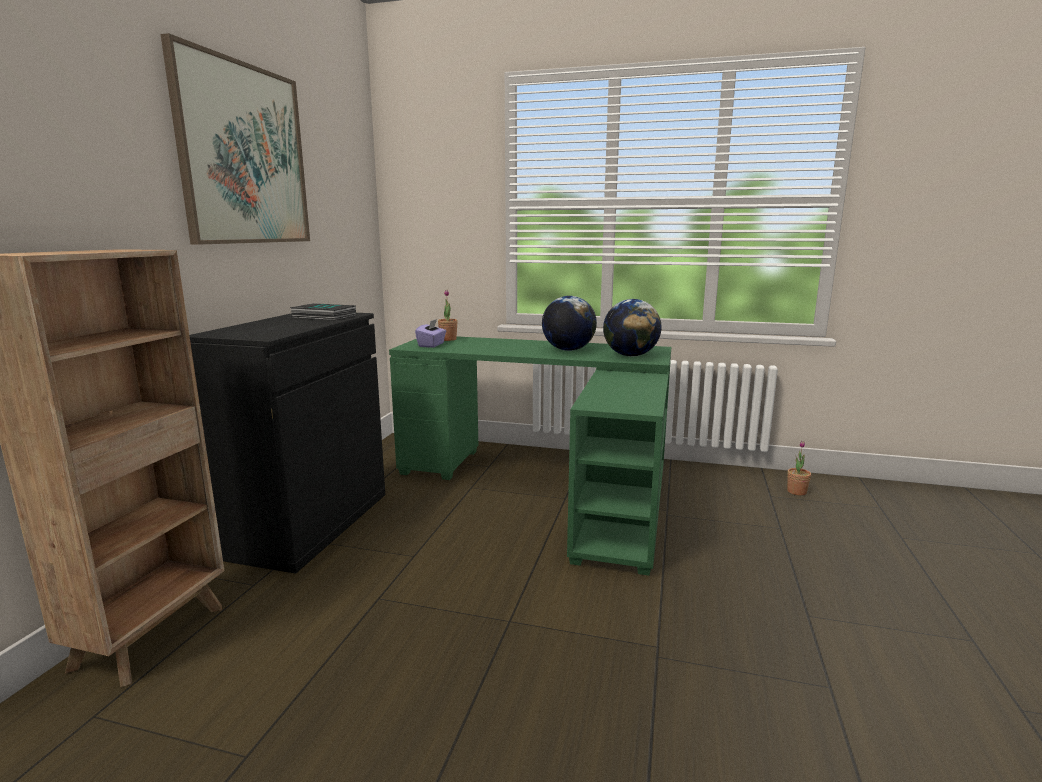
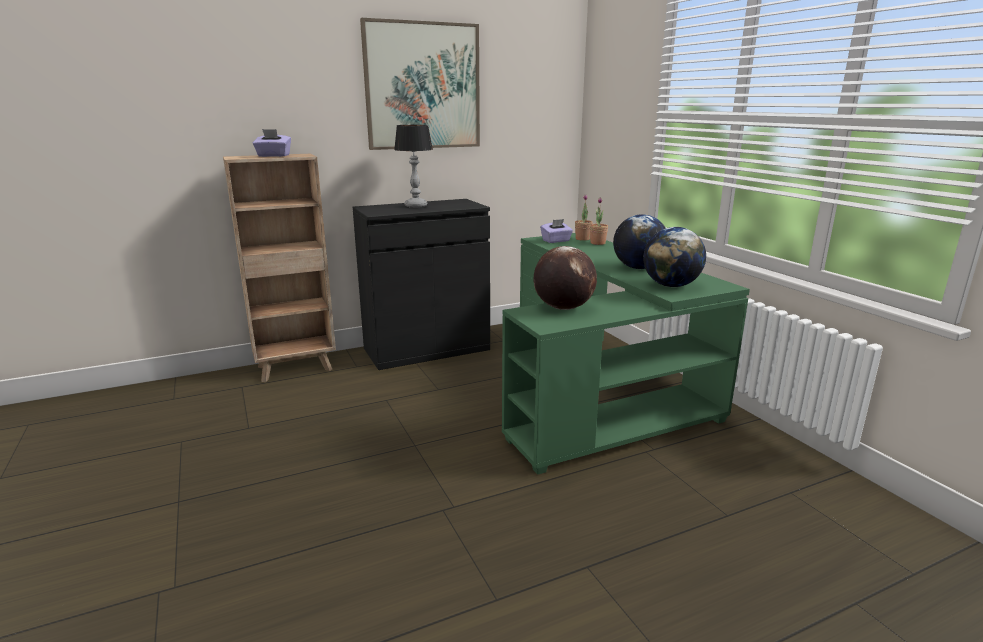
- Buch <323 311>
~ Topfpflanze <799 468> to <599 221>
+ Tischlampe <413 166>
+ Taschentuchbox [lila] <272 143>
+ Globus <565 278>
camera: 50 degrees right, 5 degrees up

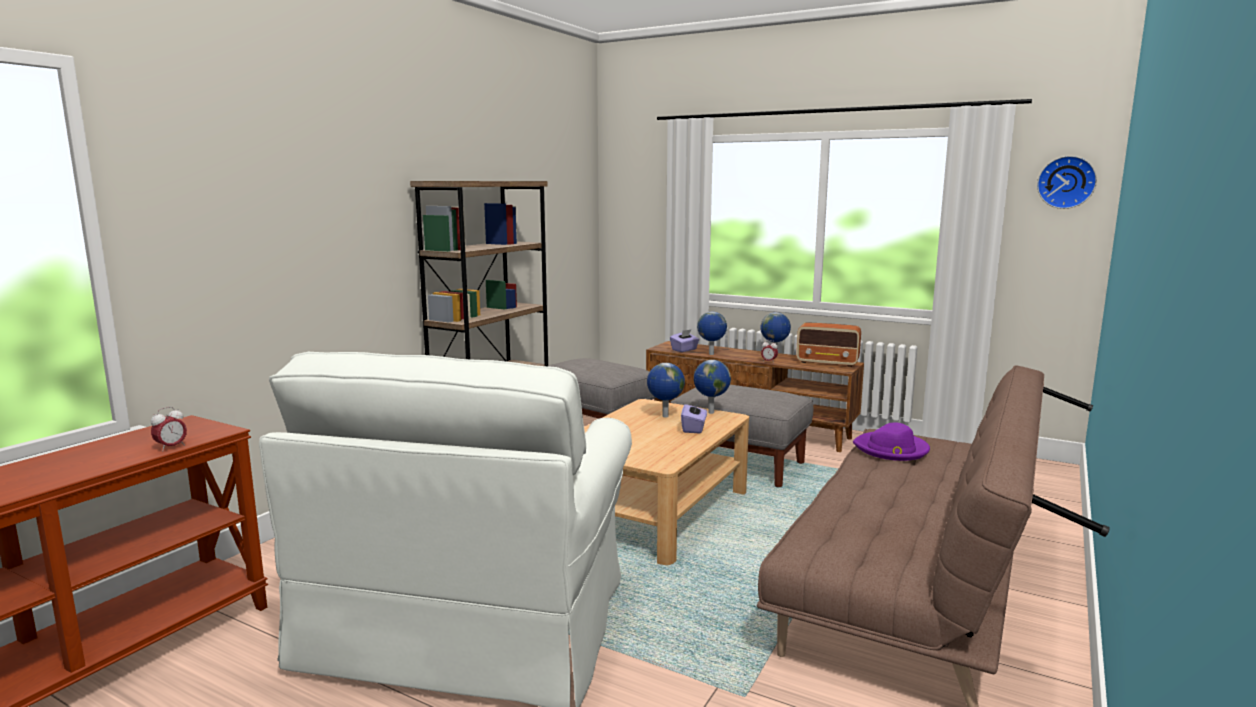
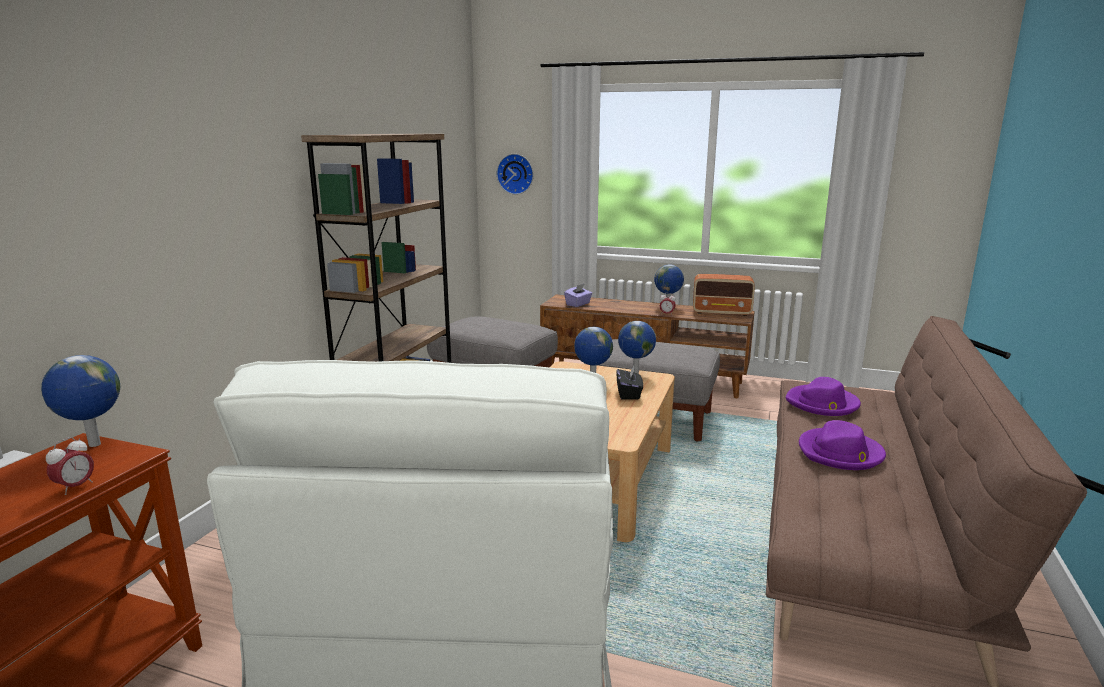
~ Wanduhr <1067 182> to <515 174>
~ Globus <712 333> to <80 401>
~ Taschentuchbox [lila] <694 417> to Taschentuchbox [schwarz] <629 382>
+ Hut [lila] <842 445>
camera: 10 degrees left, 5 degrees up

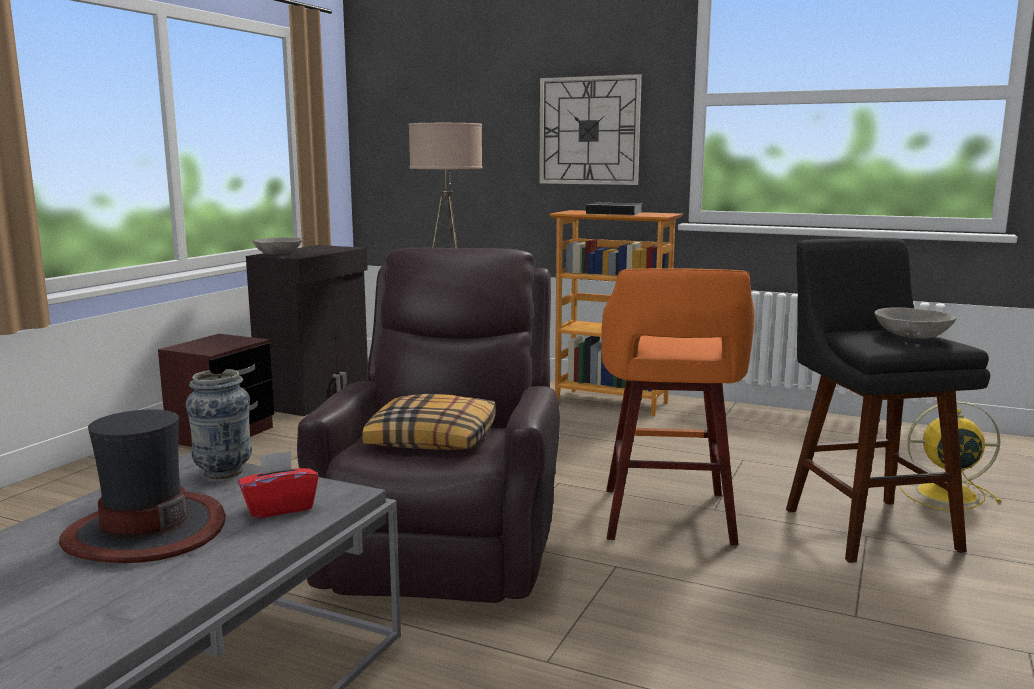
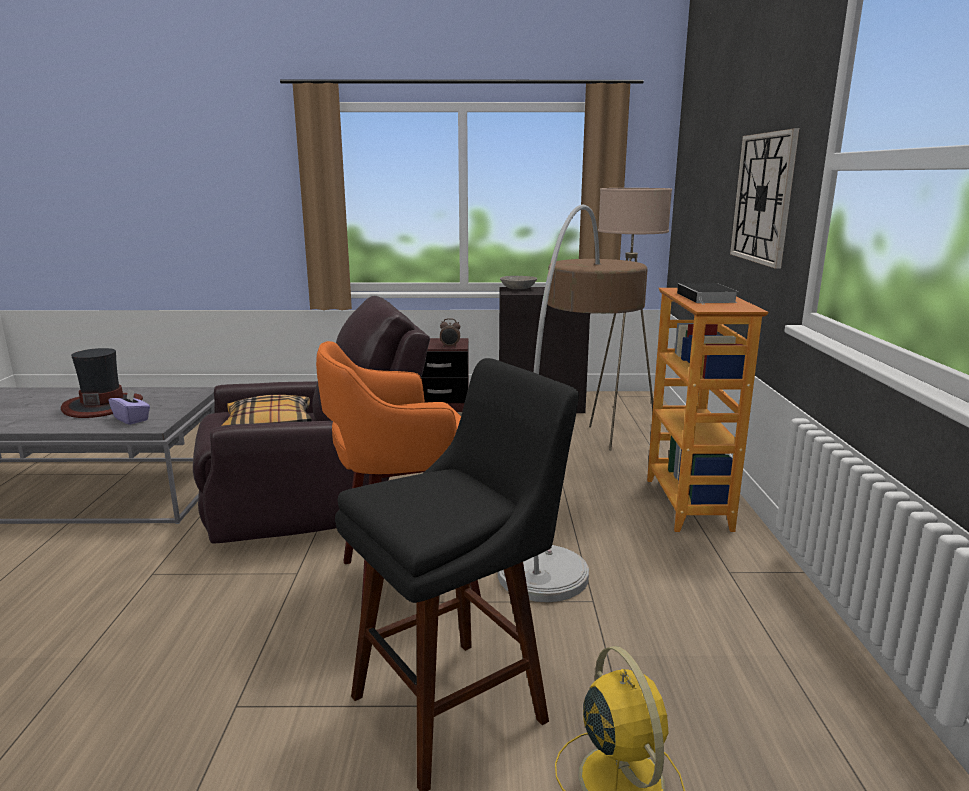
- Schüssel [grau] <915 323>
- Vase <218 424>
~ Taschentuchbox [rot] <278 485> to Taschentuchbox [lila] <129 406>
+ Stehlampe <573 403>
+ Wecker <450 332>
camera: 65 degrees right, 5 degrees up

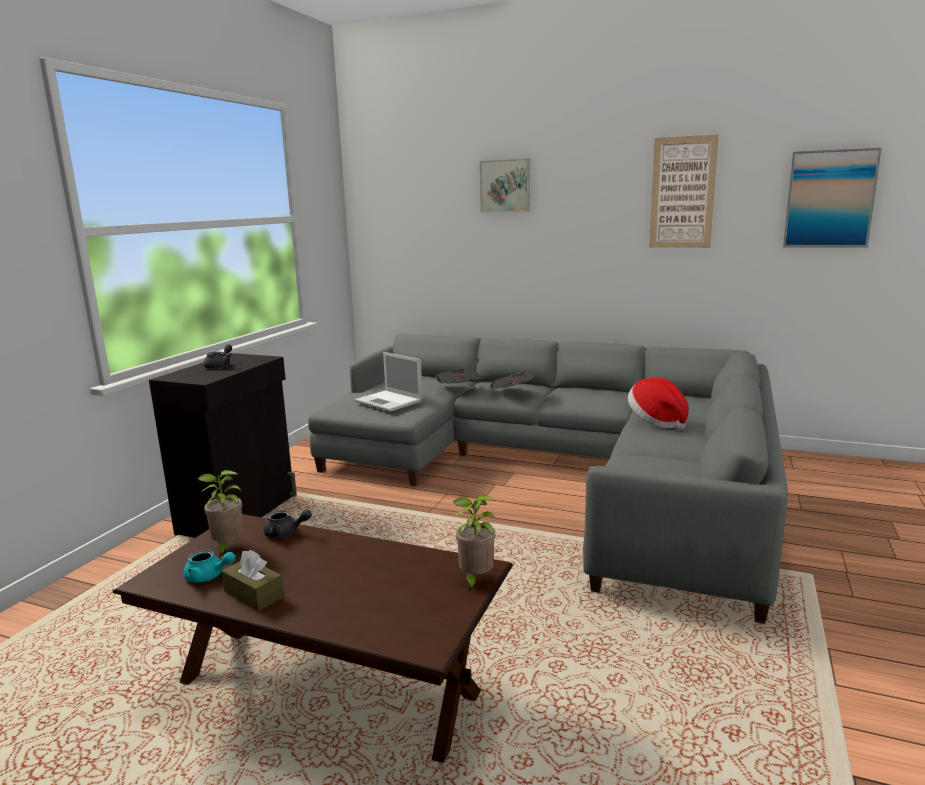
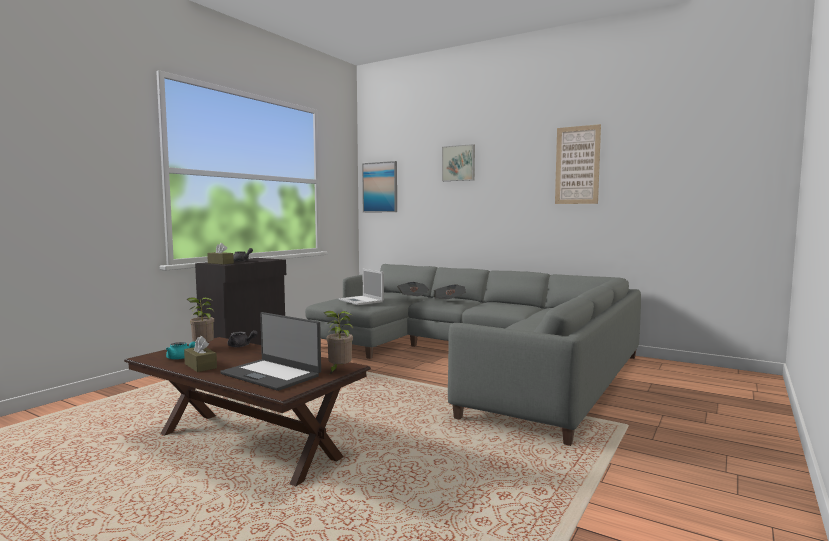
~ Bild <832 197> to <379 186>
- Hut <658 403>
+ Taschentuchbox [braun] <220 253>
+ Laptop <270 351>
camera: 10 degrees right, 10 degrees down

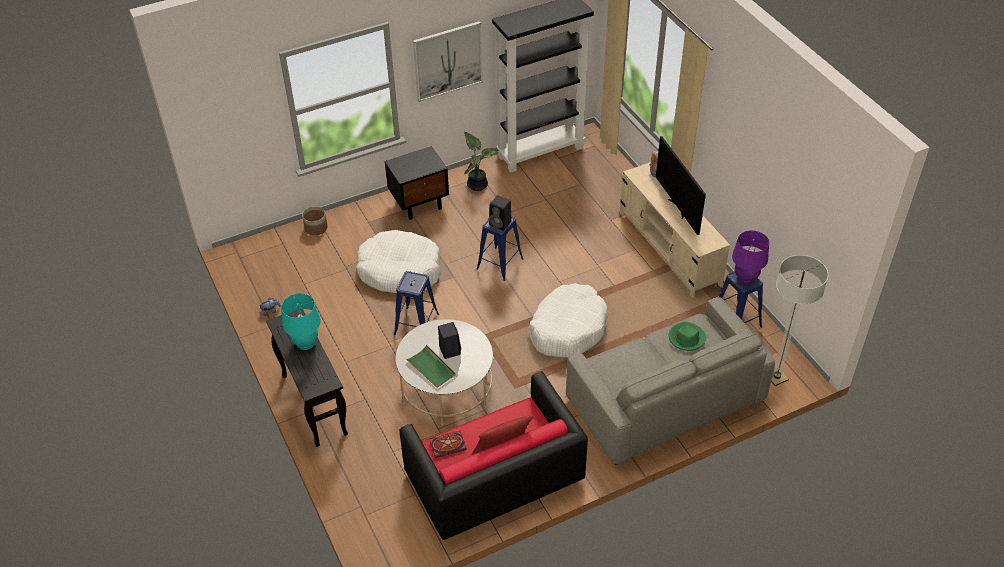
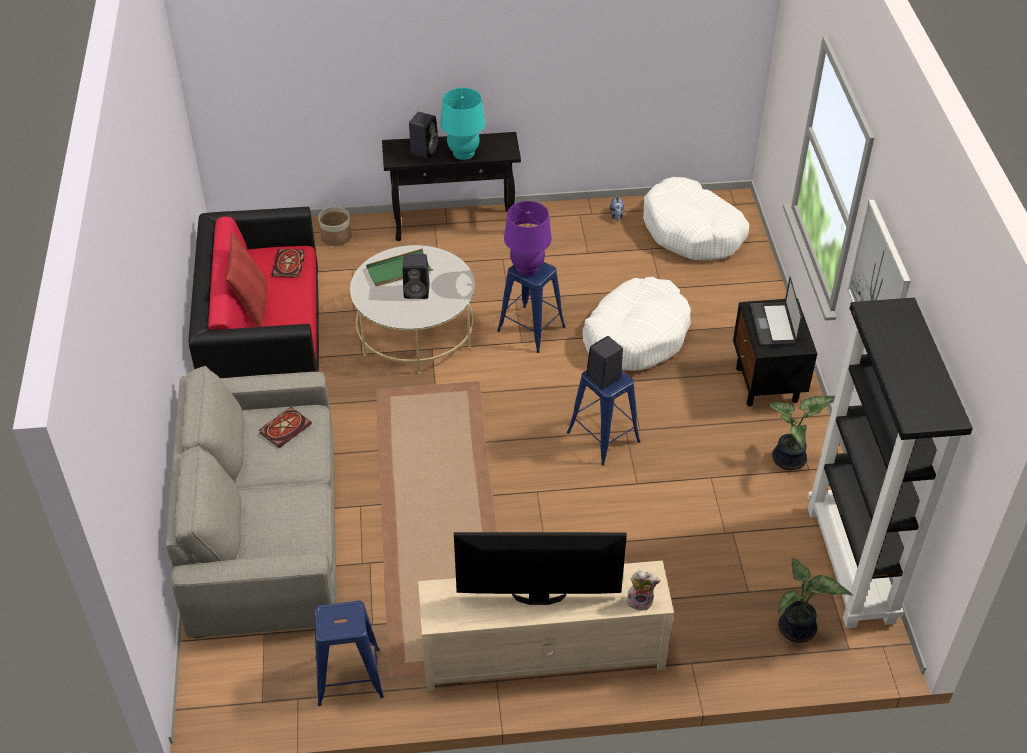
~ Pflanzkübel <315 220> to <335 226>
~ Tischlampe [lila] <750 257> to <528 238>
- Stehlampe <799 320>
~ Hundebett [weiß] <568 320> to <696 218>
- Hut [grün] <687 336>
+ Lautsprecher [schwarz] <424 135>
+ Laptop <776 311>
+ Buch <285 427>
+ Topfpflanze <815 600>
camera: 110 degrees right, 0 degrees up

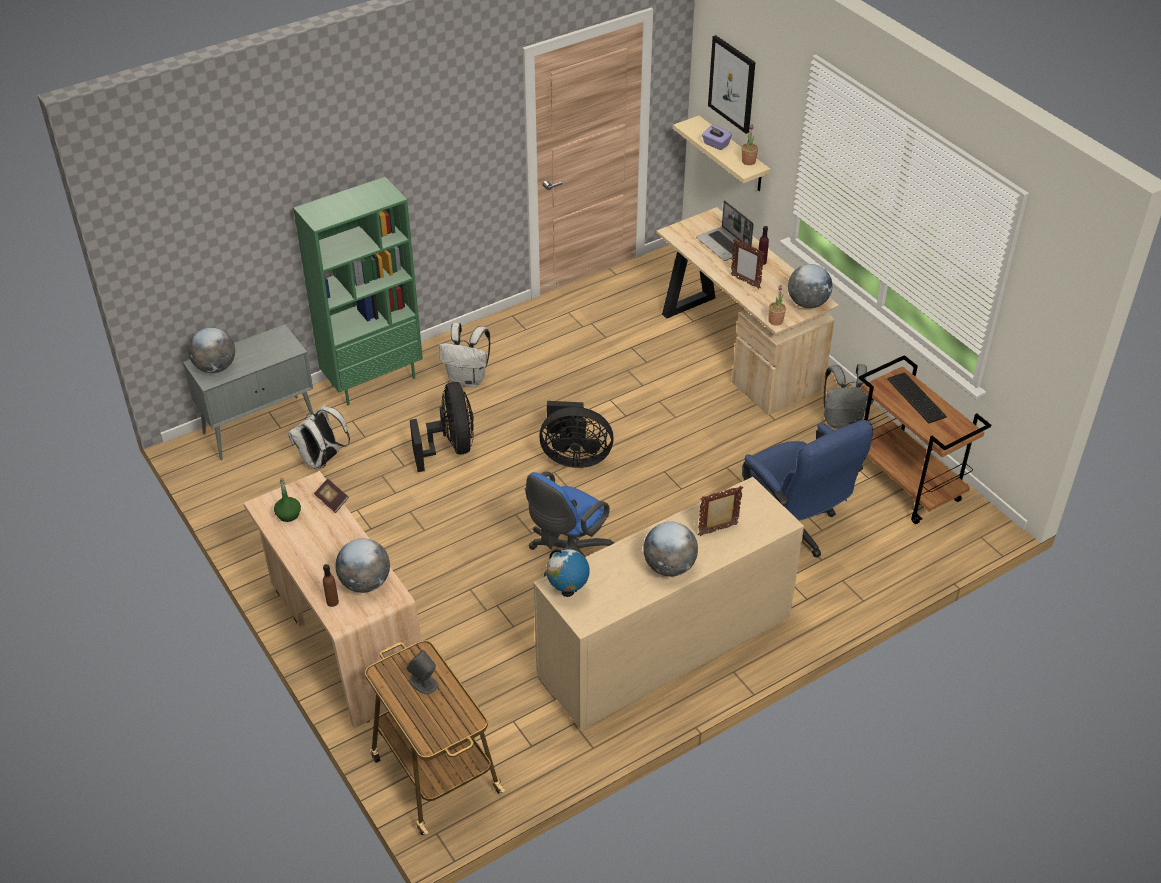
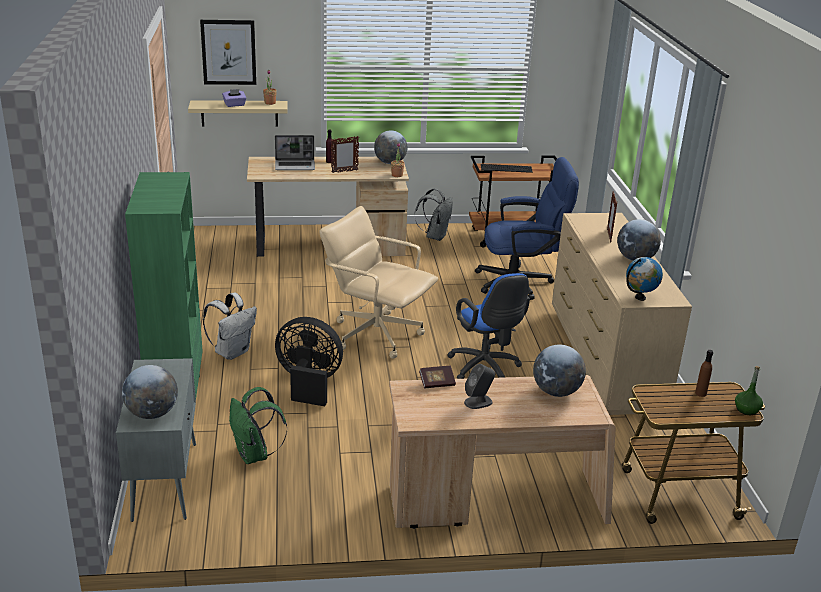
~ Ventilator [schwarz] <576 434> to Bürostuhl [beige] <378 282>
~ Rucksack [weiß] <319 436> to Rucksack [grün] <258 425>
~ Flasche [grün] <287 500> to <749 390>
~ Flasche [braun] <331 585> to <704 373>
~ Lautsprecher [grau] <422 672> to <479 386>
camera: 65 degrees left, 15 degrees down

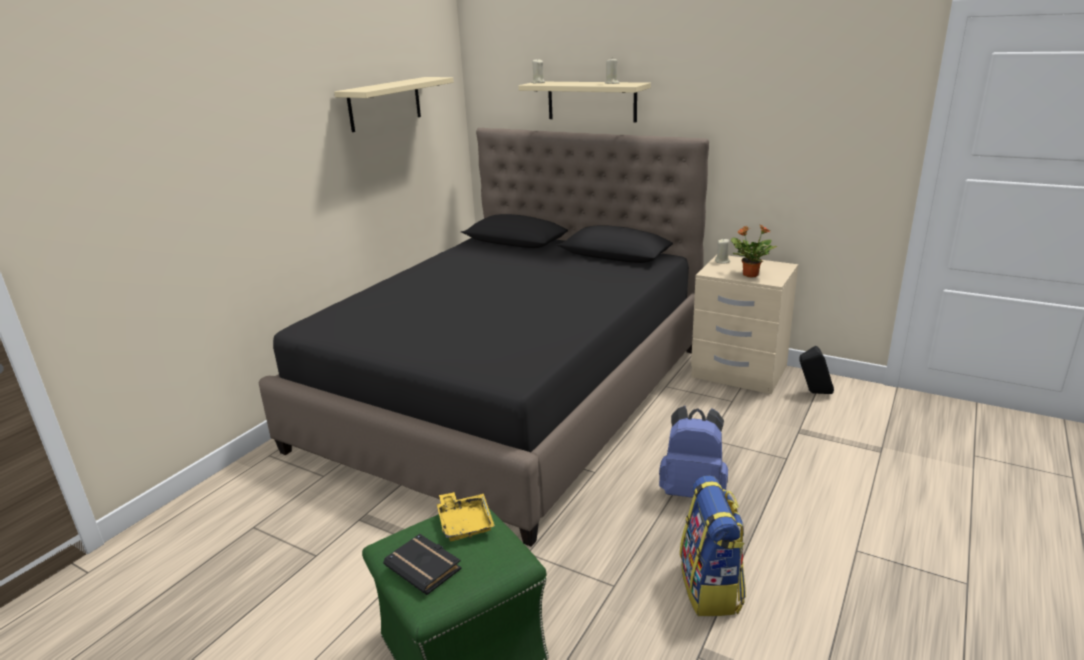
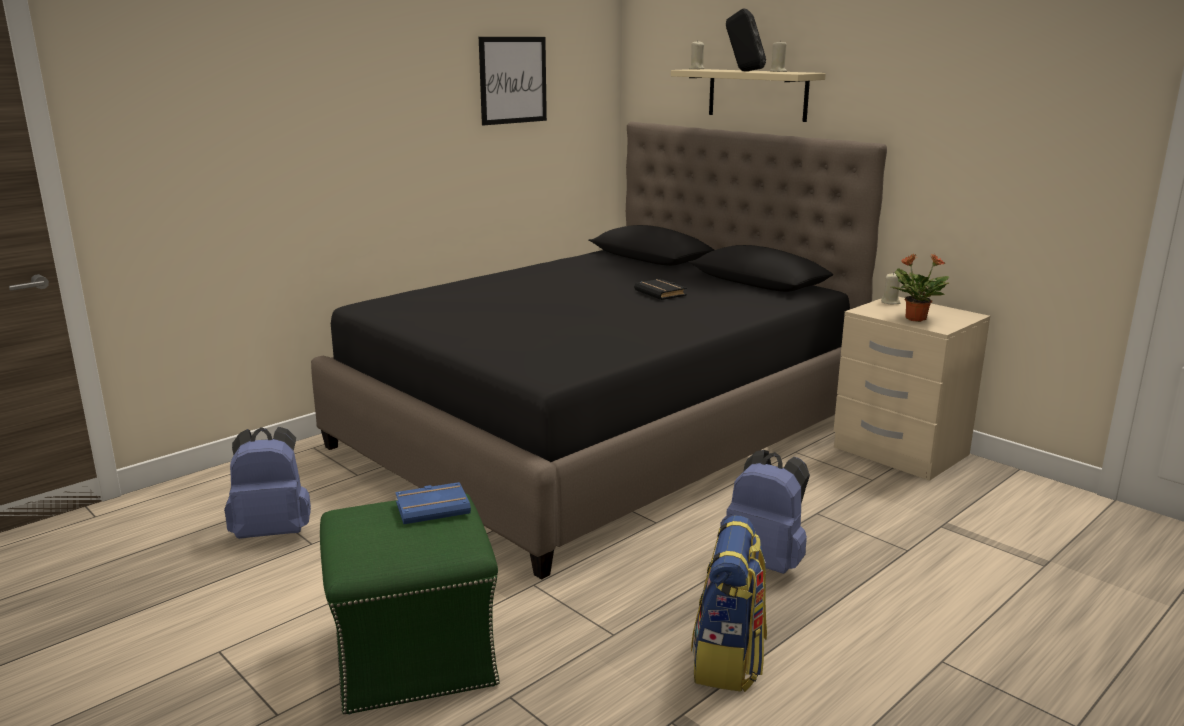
~ Wandregal [beige] <394 104> to Bild <513 81>
~ Lautsprecher [schwarz] <816 369> to <746 39>
~ Tablett [gelb] <466 516> to Buch [blau] <433 503>
~ Buch [schwarz] <422 564> to <660 289>
+ Rucksack [blau] <267 483>
camera: 15 degrees right, 5 degrees down

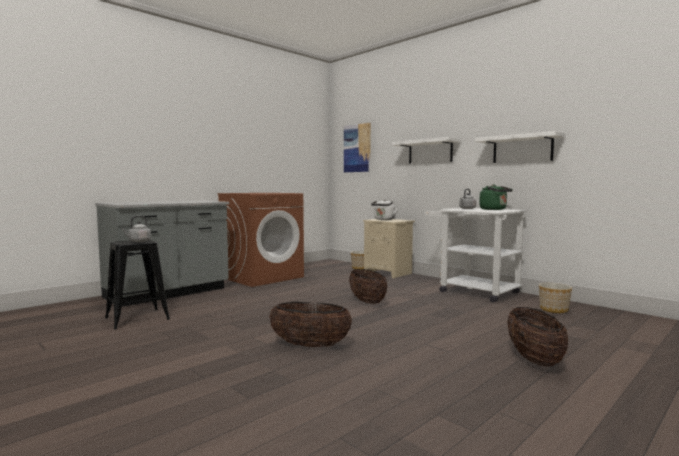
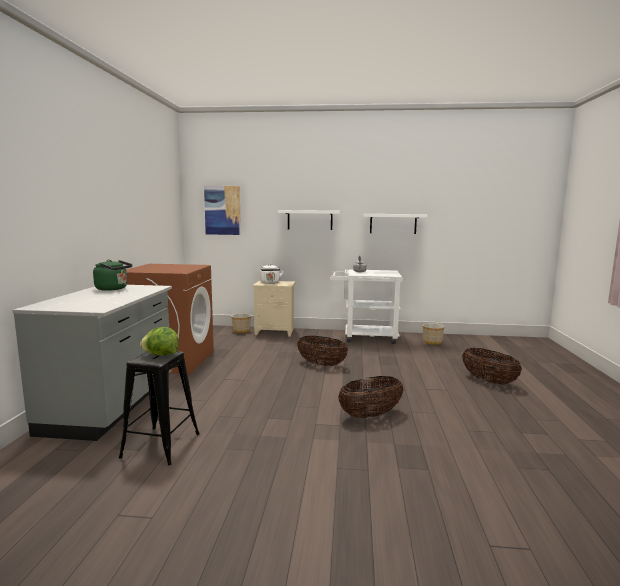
~ Wasserkessel [grün] <496 197> to <112 275>
~ Wasserkessel [grau] <136 229> to Salatkopf <159 341>
camera: 40 degrees left, 5 degrees up

